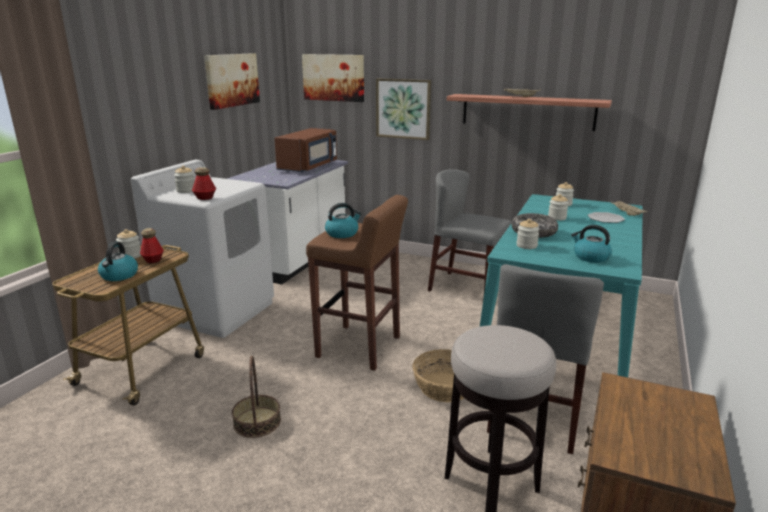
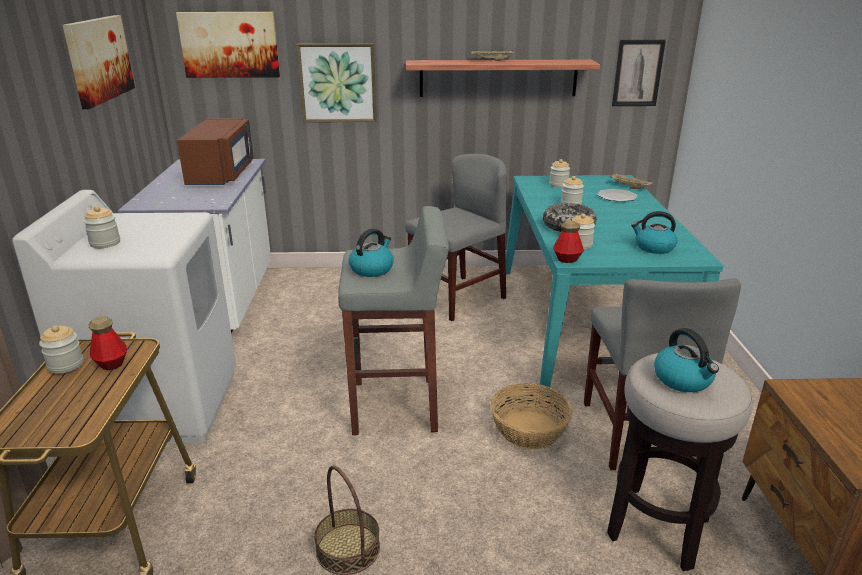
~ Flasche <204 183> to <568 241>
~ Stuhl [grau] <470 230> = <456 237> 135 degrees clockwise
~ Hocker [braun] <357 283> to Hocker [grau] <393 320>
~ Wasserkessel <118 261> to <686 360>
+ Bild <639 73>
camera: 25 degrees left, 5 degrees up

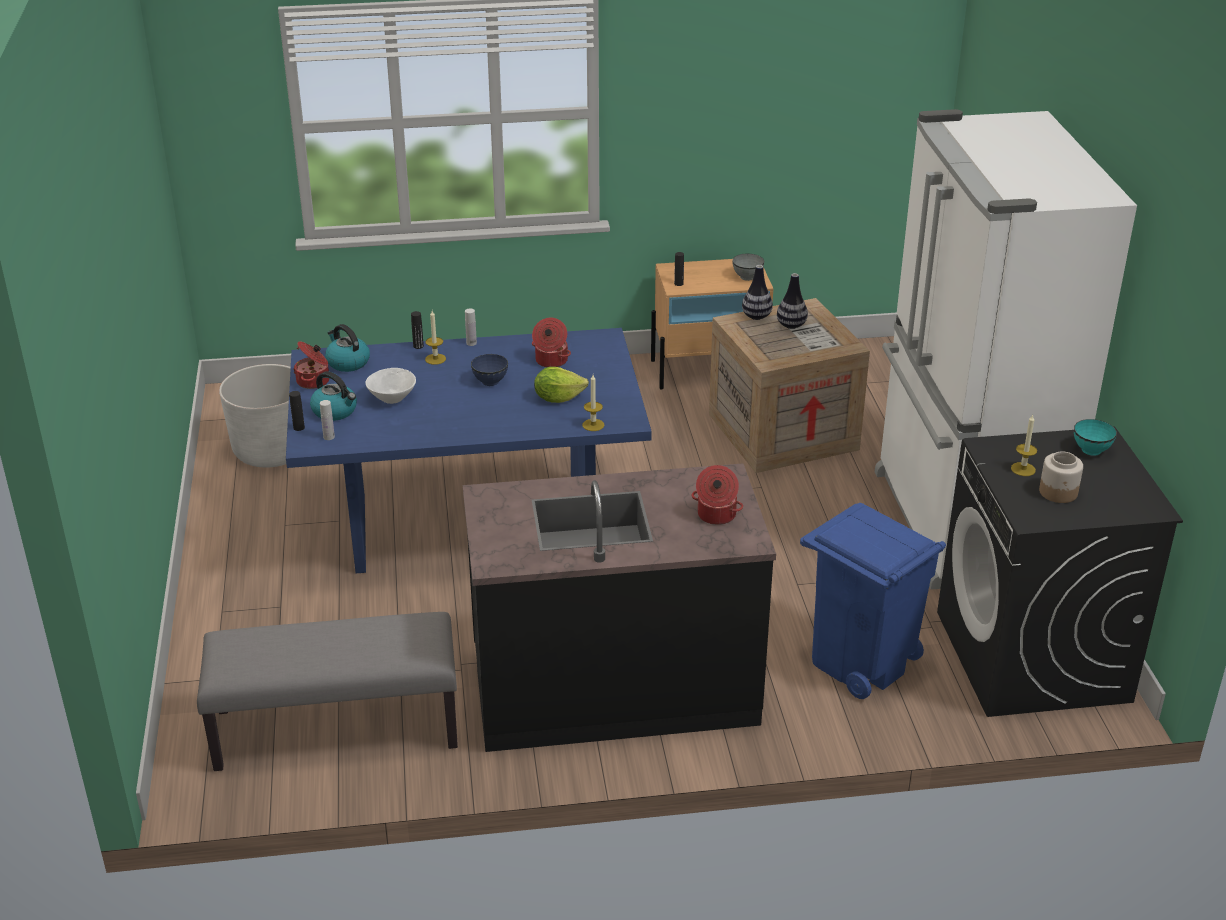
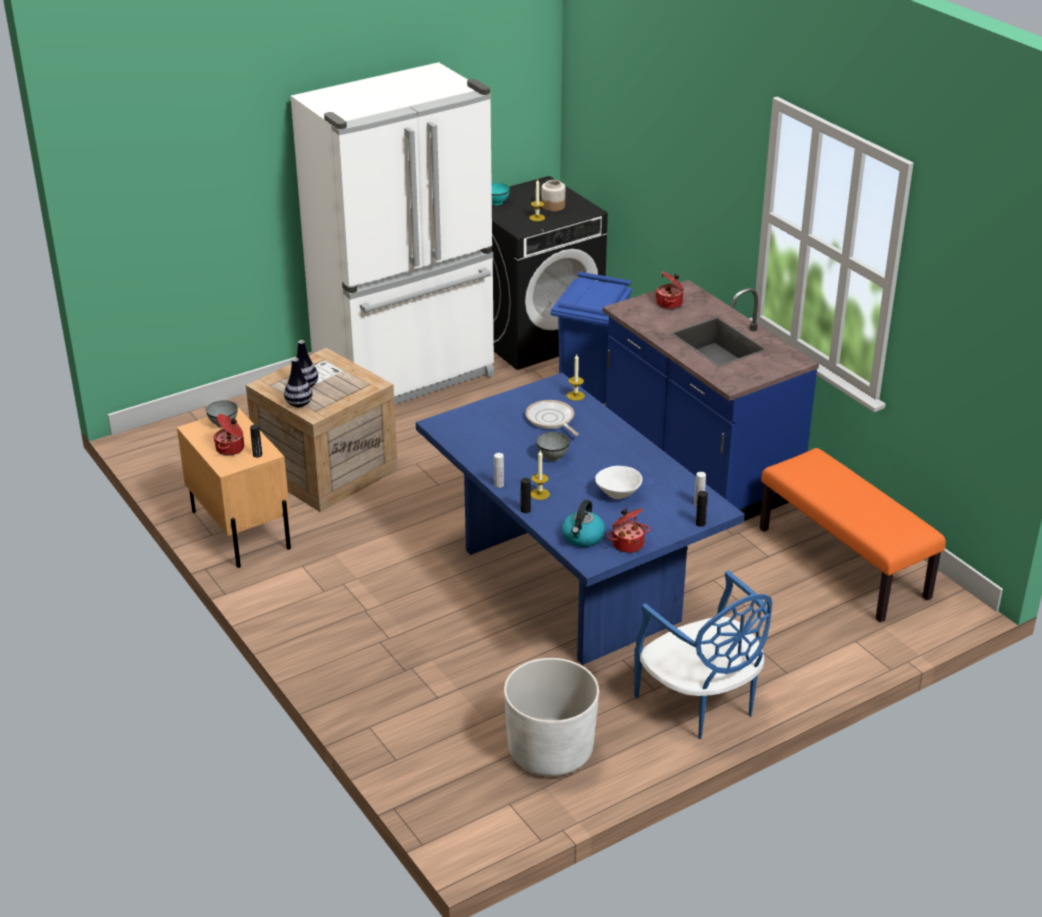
~ Kochtopf <551 342> to <229 435>
~ Schüssel [blau] <489 370> to Schüssel [grau] <553 446>
~ Salatkopf <561 385> to Pfanne <552 418>
- Wasserkessel <333 396>
~ Küchenzeile [schwarz] <619 607> to Küchenzeile [blau] <711 400>
~ Bank [grau] <327 691> to Bank [orange] <853 535>
+ Stuhl [blau] <703 654>
camera: 115 degrees left, 0 degrees up

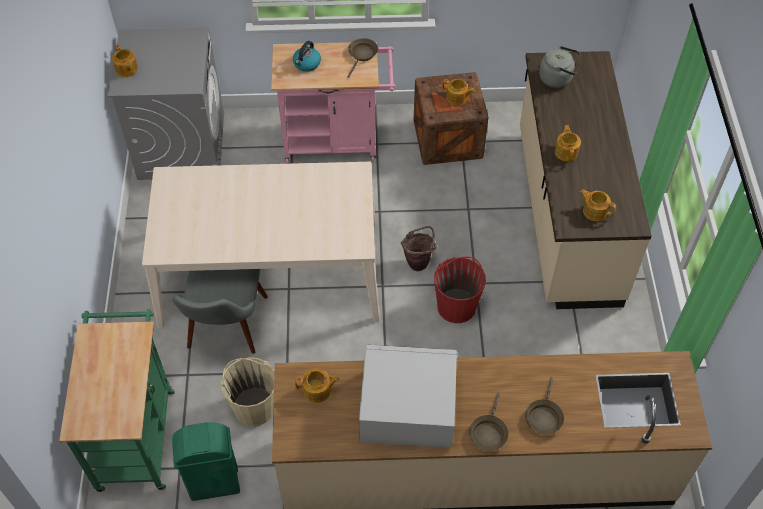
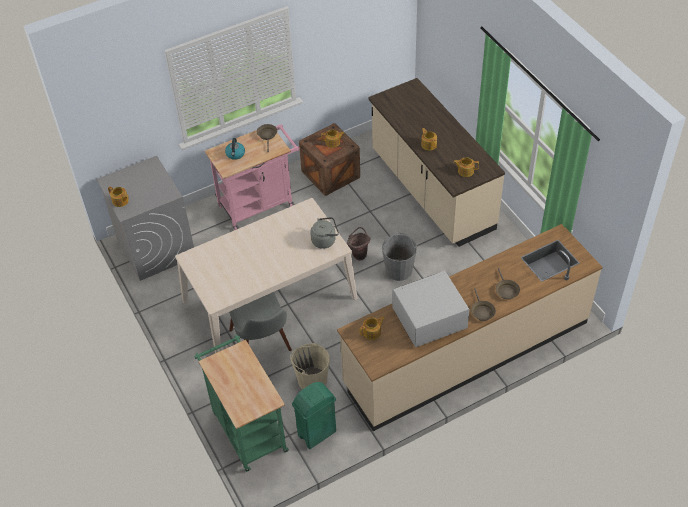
~ Wasserkessel [grau] <559 67> to <324 233>
~ Eimer [rot] <460 289> to Eimer [grau] <399 257>
camera: 25 degrees left, 5 degrees down

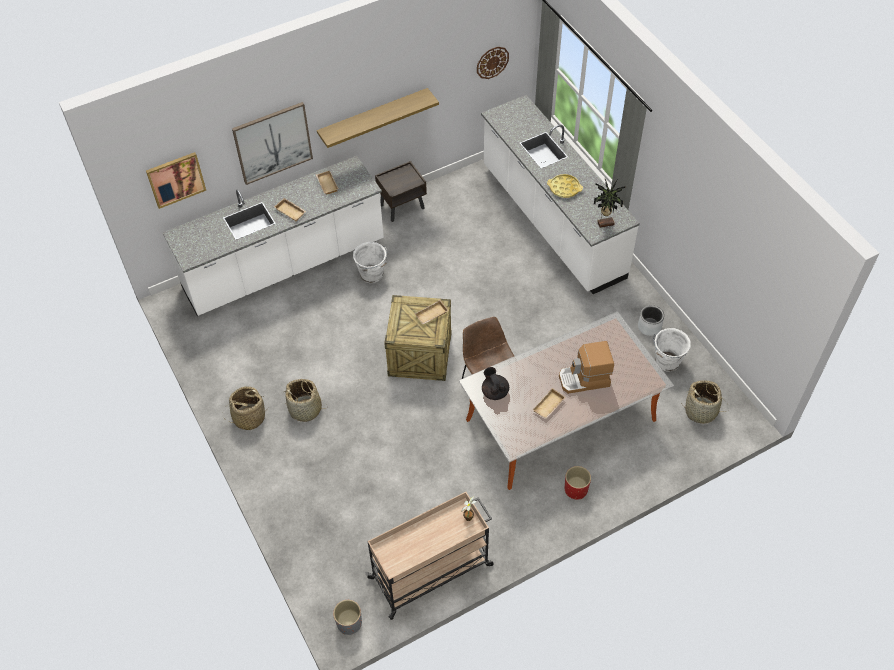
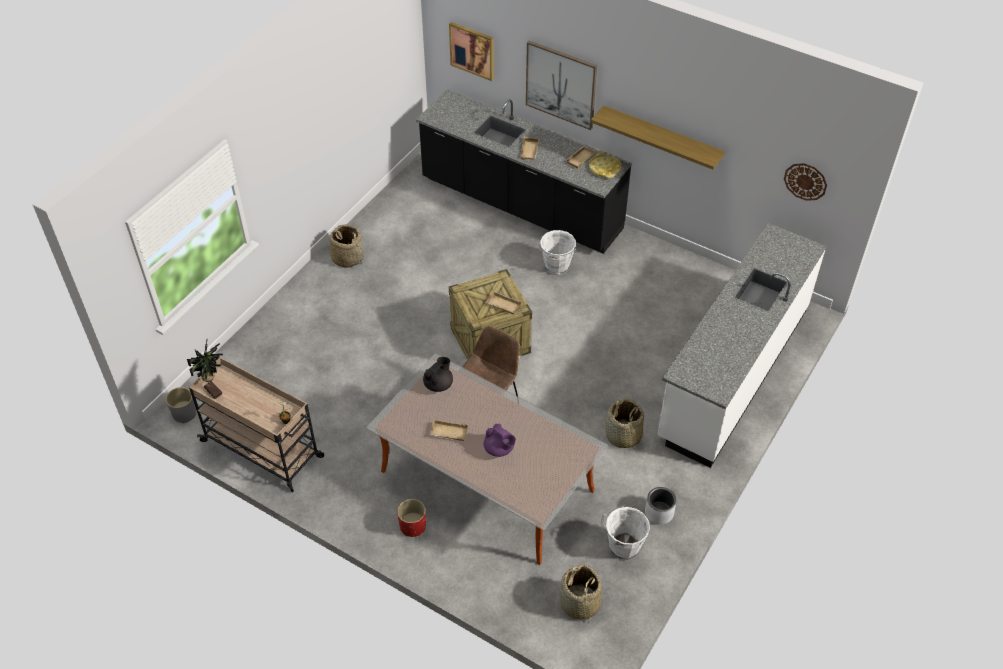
~ Küchenzeile [weiß] <273 236> to Küchenzeile [schwarz] <524 171>
- Nachttisch [braun] <401 191>
~ Tablett [gelb] <565 186> to <605 165>
~ Topfpflanze <610 203> to <205 369>
~ Kaffeemaschine <586 367> to Teekanne [lila] <500 440>
~ Korb <305 400> to <625 424>
camera: 60 degrees right, 5 degrees down

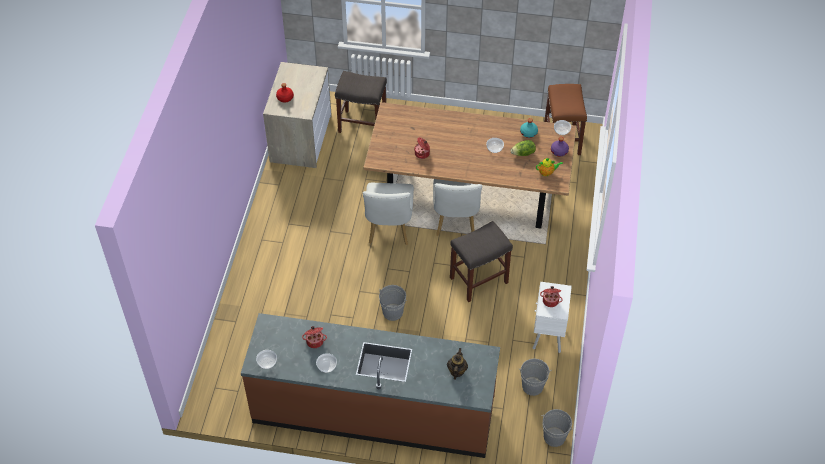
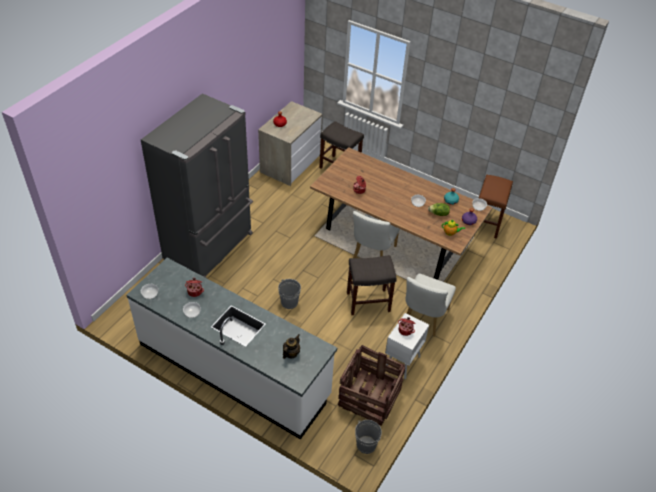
~ Stuhl [weiß] <388 214> to <430 304>
~ Küchenzeile [braun] <370 385> to Küchenzeile [weiß] <232 349>
~ Eimer [grau] <535 377> to Kiste <371 385>
+ Kühlschrank [grau] <197 185>
camera: 20 degrees right, 5 degrees down

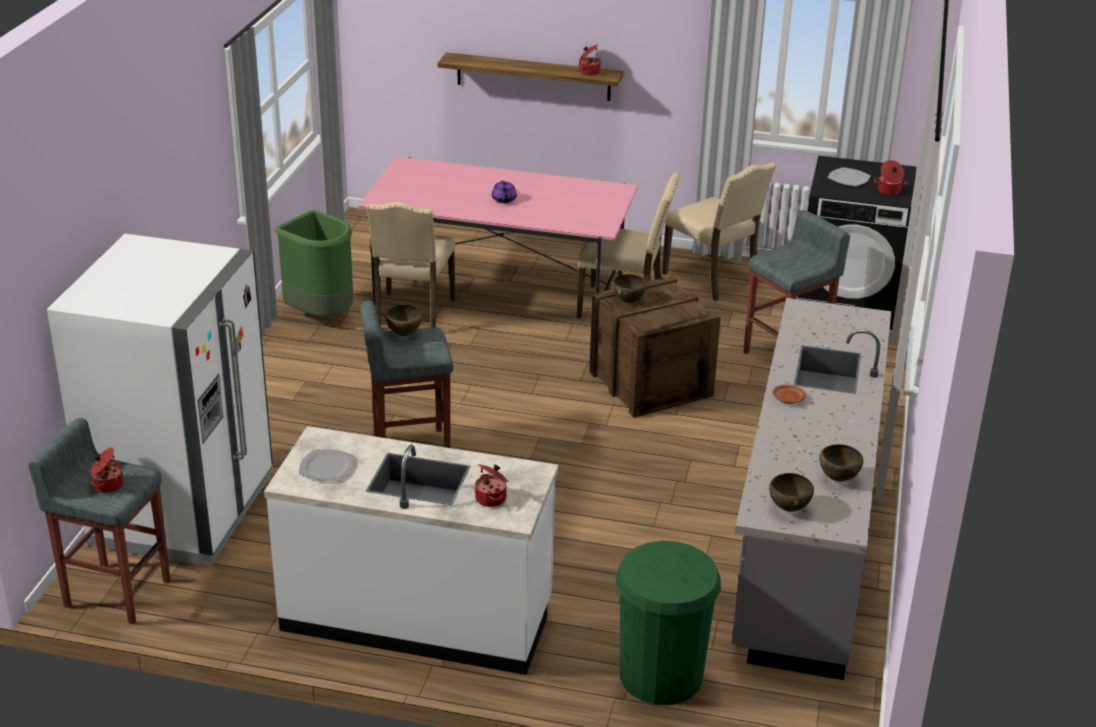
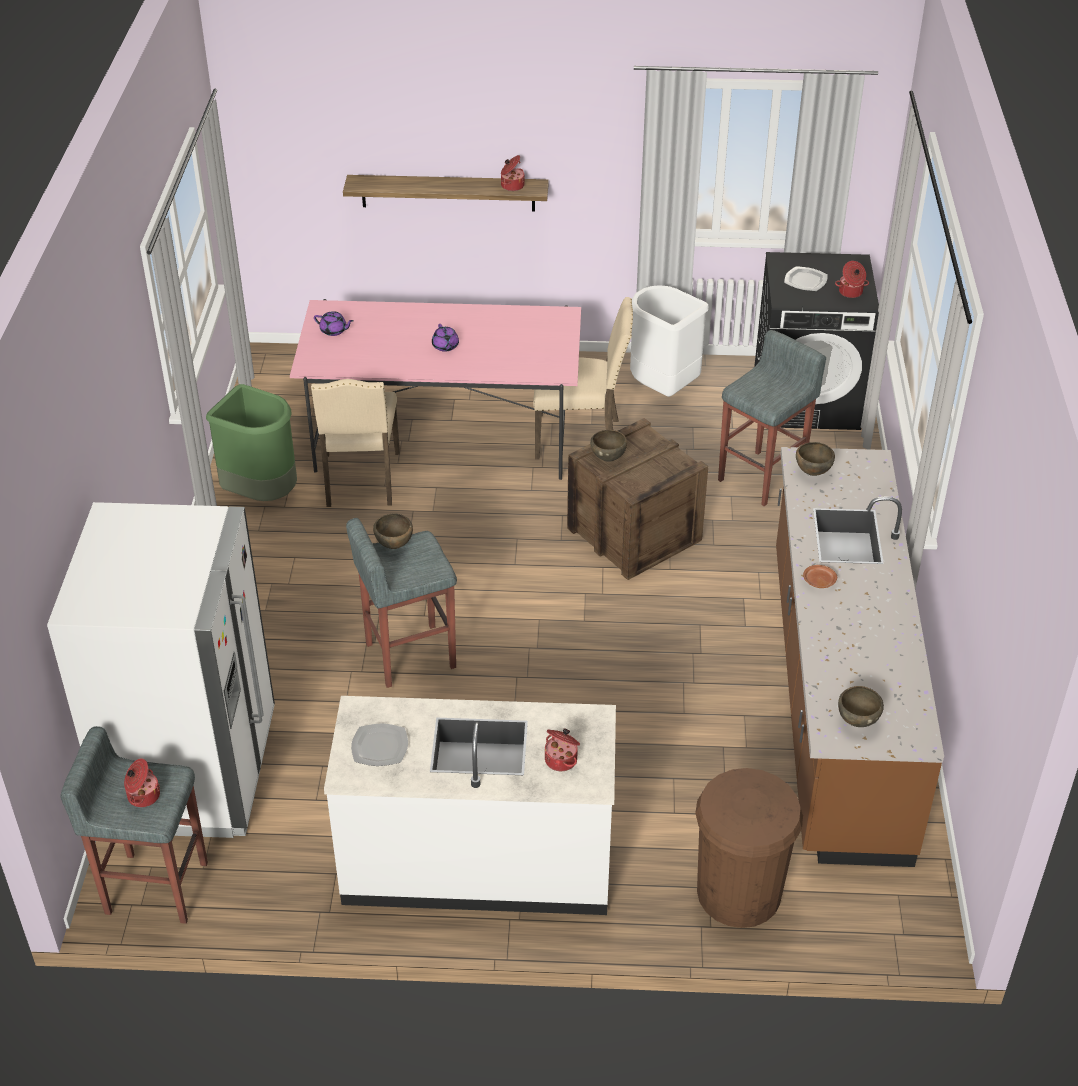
~ Stuhl [beige] <719 231> to Mülleimer [weiß] <669 341>
~ Küchenzeile [grau] <811 489> to Küchenzeile [braun] <860 657>
~ Schüssel [braun] <841 463> to <815 459>
~ Mülleimer [grün] <668 623> to Mülleimer [braun] <749 848>
+ Teekanne [lila] <334 323>
camera: 10 degrees left, 10 degrees up

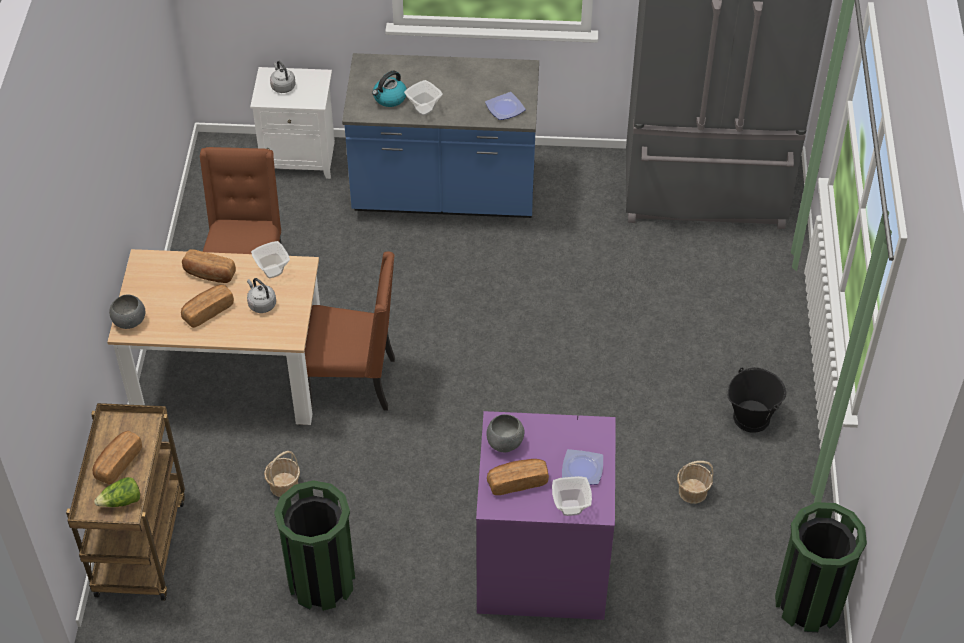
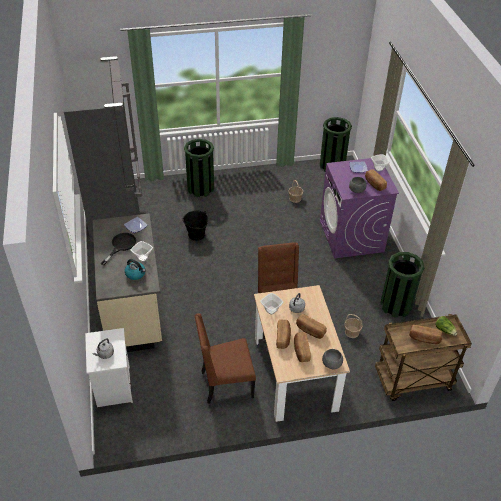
~ Küchenzeile [blau] <440 135> to Küchenzeile [beige] <127 282>
~ Eimer [schwarz] <757 400> to <195 225>
+ Mülleimer [grün] <199 168>
+ Pfanne [schwarz] <118 249>
+ Brot <302 347>
camera: 105 degrees left, 5 degrees down

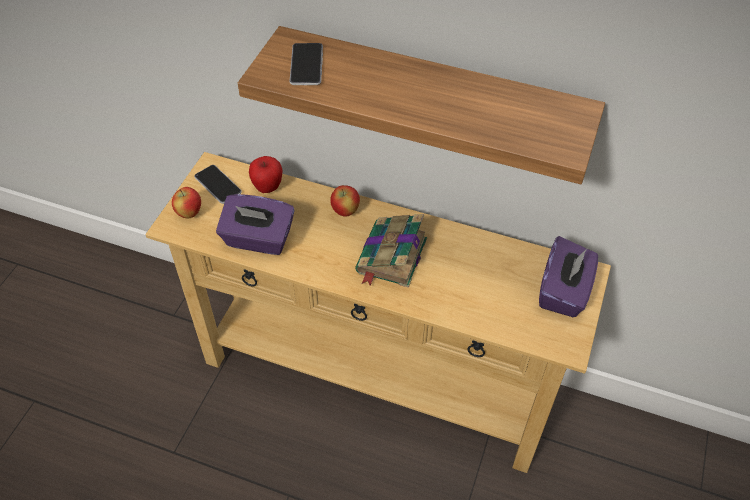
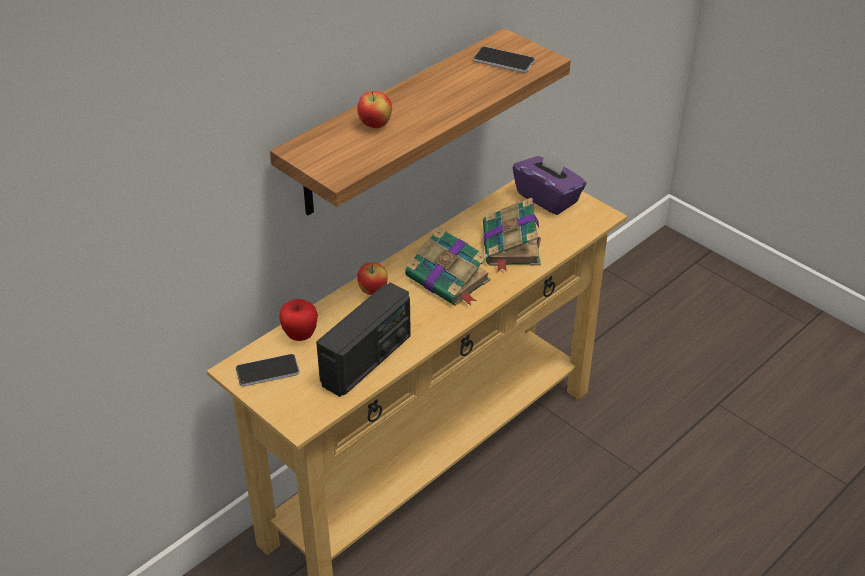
~ Handy <306 64> to <504 60>
~ Apfel <186 202> to <374 109>
~ Taschentuchbox [lila] <255 224> to Radio <363 339>
+ Buch <512 234>
camera: 65 degrees left, 10 degrees down

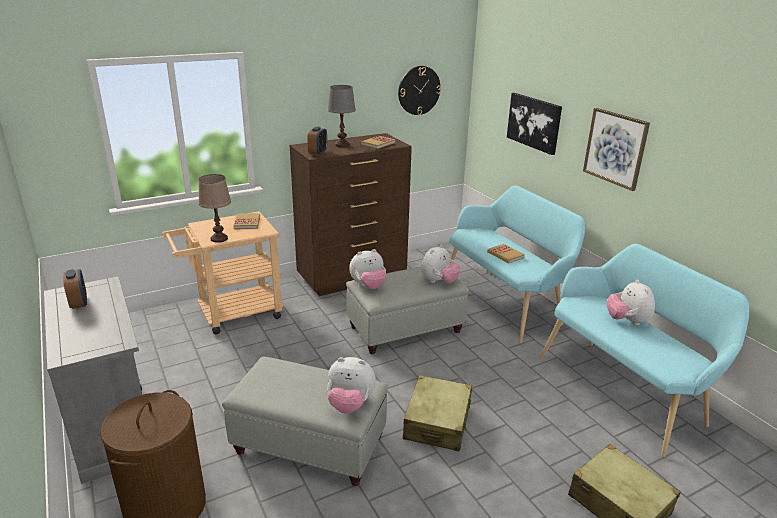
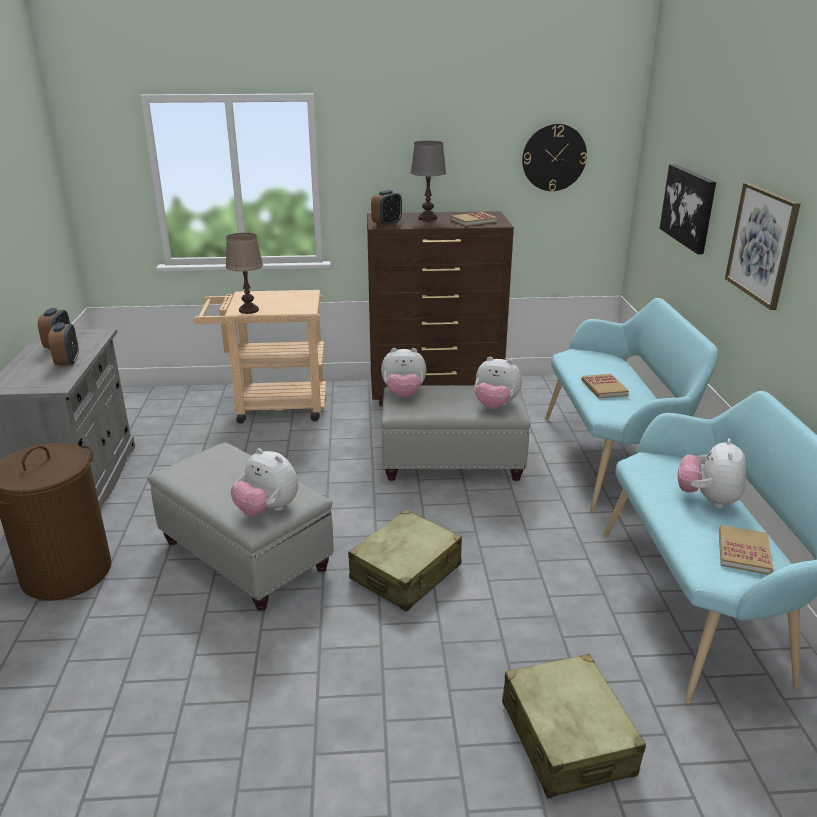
~ Buch <246 221> to <746 550>
~ Plüschtier <441 264> = <498 383> 45 degrees clockwise
+ Wecker <63 344>
camera: 25 degrees right, 0 degrees up

